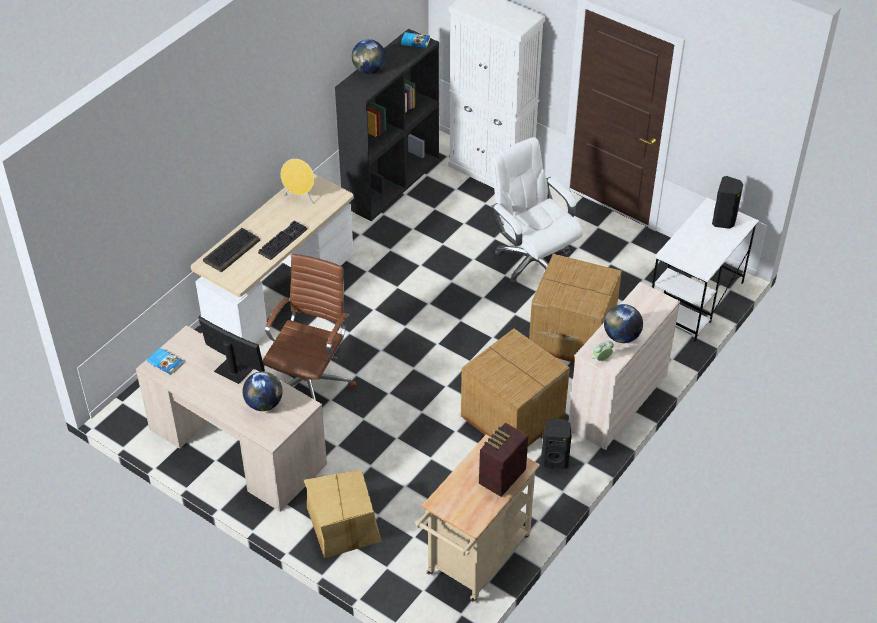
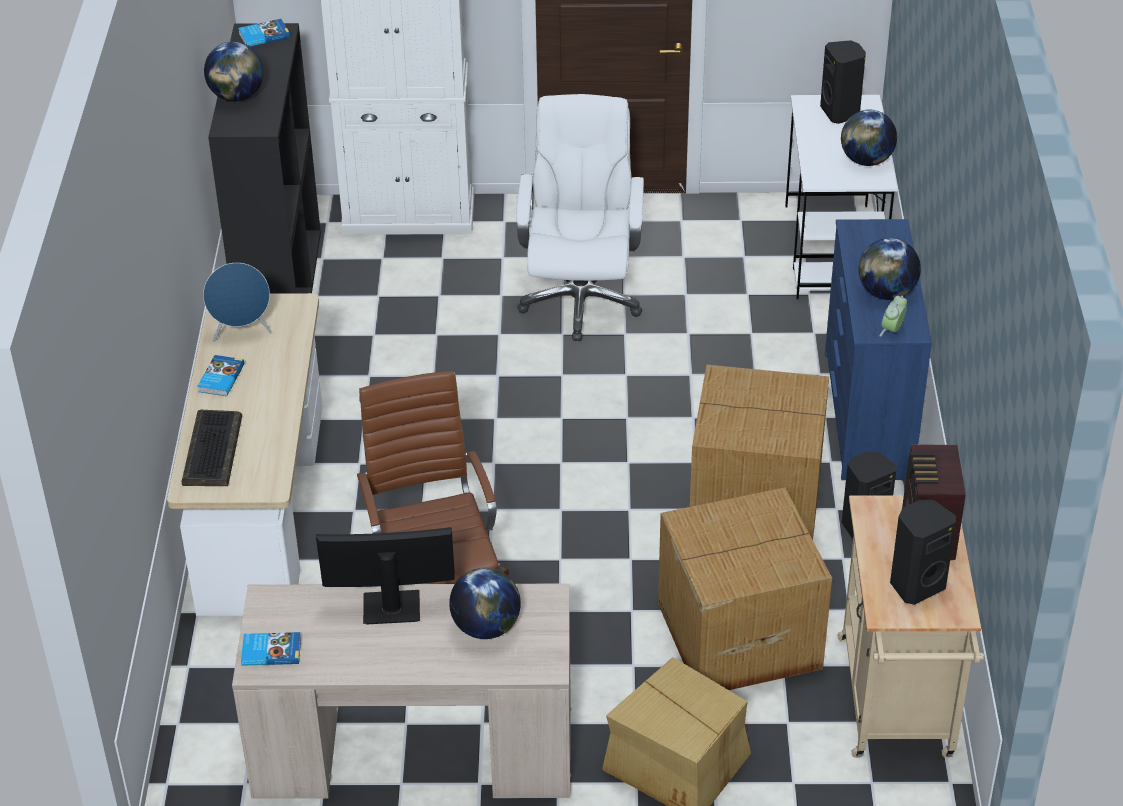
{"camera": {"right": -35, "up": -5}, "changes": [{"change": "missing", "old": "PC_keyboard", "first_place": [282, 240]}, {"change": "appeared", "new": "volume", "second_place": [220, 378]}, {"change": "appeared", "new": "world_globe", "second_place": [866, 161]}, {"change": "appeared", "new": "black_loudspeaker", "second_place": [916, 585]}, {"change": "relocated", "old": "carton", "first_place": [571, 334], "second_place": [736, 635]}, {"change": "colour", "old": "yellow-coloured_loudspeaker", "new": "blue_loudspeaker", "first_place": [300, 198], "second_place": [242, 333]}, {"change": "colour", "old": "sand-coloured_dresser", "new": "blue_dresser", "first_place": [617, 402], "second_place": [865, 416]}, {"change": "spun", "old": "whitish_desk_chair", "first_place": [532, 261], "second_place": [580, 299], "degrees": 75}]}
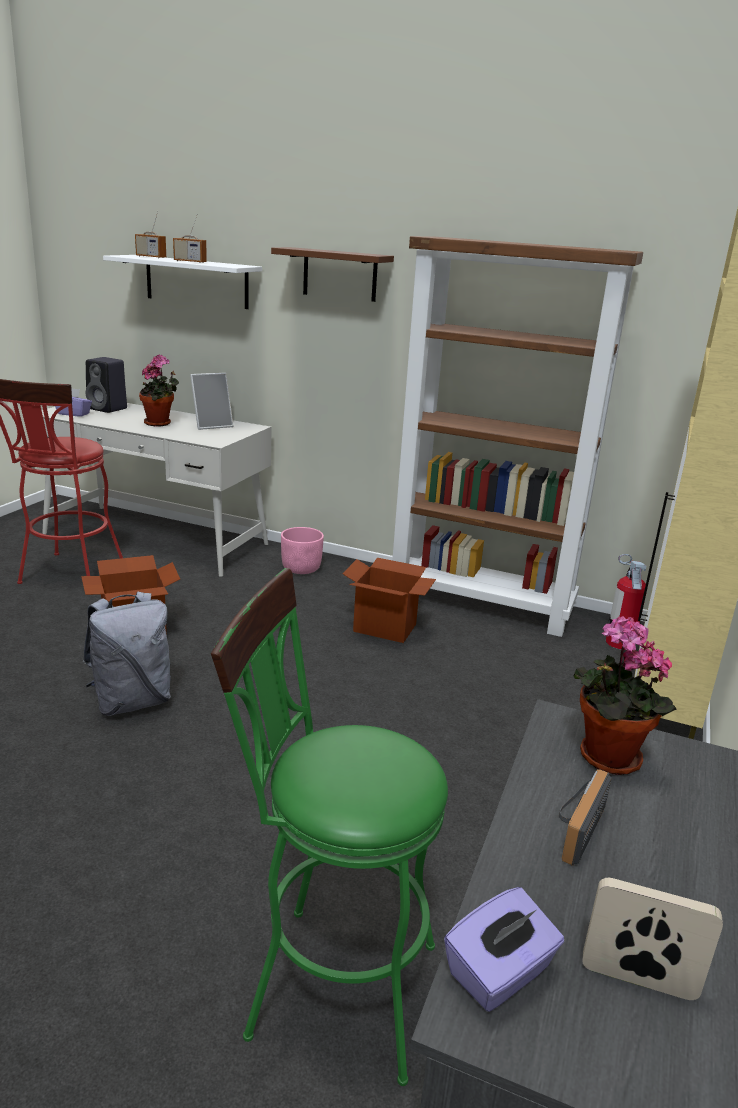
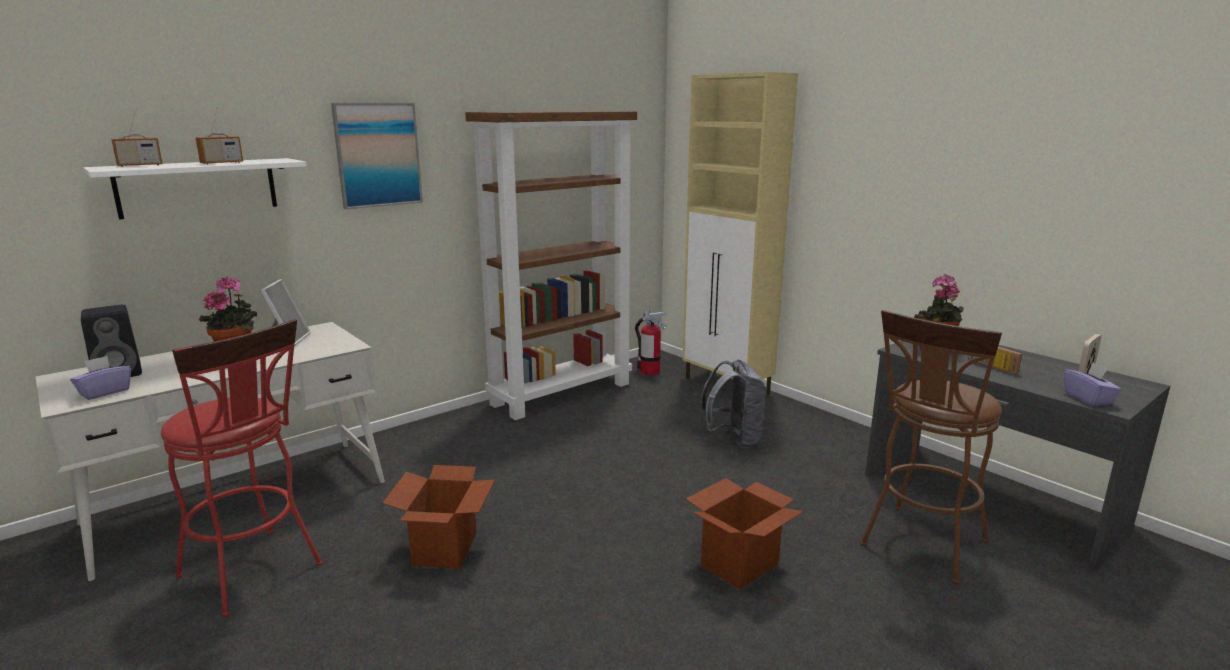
{"camera": {"right": -60, "up": -5}, "changes": [{"change": "missing", "old": "pink_planter", "first_place": [301, 568]}, {"change": "relocated", "old": "greyish_rucksack", "first_place": [132, 701], "second_place": [734, 439]}, {"change": "relocated", "old": "carton", "first_place": [385, 628], "second_place": [740, 564]}, {"change": "exchanged", "old": "brownish_shelf", "new": "picture", "first_place": [340, 274], "second_place": [378, 155]}, {"change": "colour", "old": "green_stool_seat", "new": "brownish_stool_seat", "first_place": [326, 984], "second_place": [920, 547]}]}
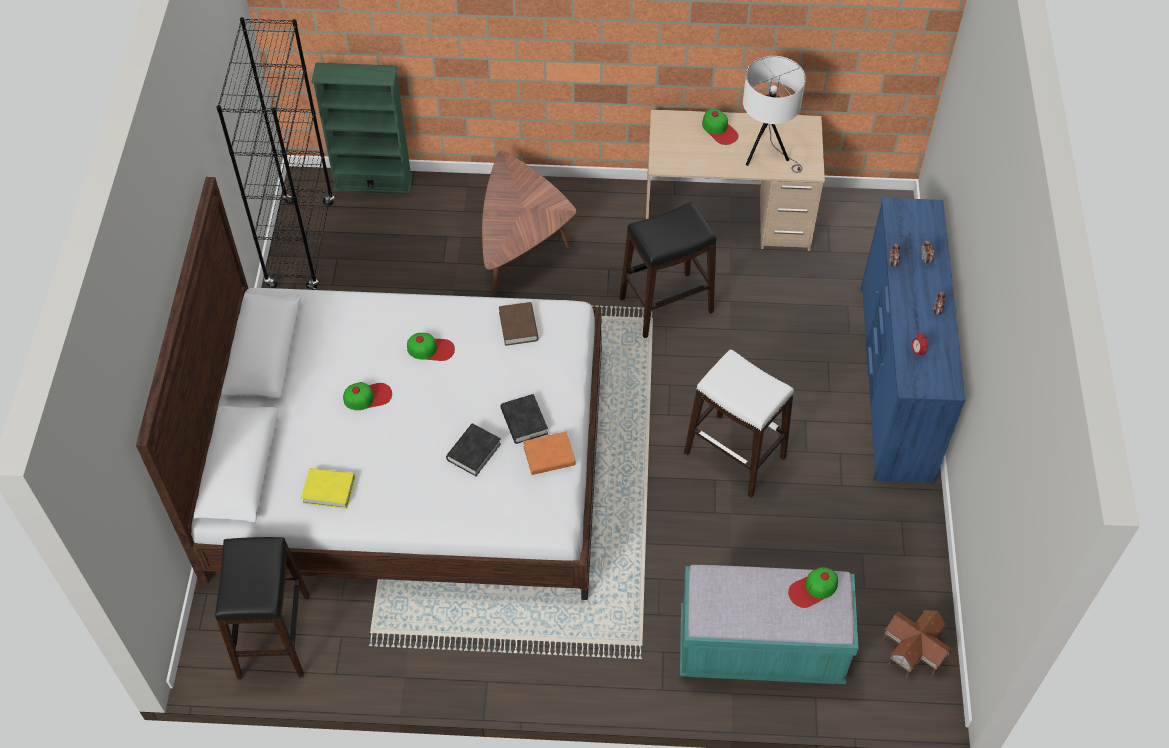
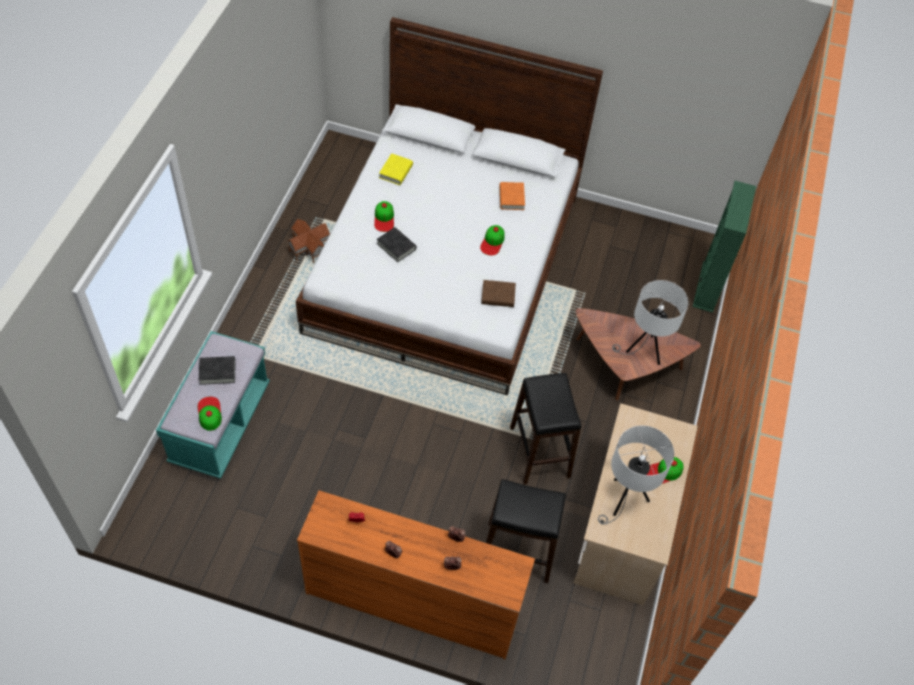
{"camera": {"right": 100, "up": 0}, "changes": [{"change": "missing", "old": "black_bookcase", "first_place": [301, 245]}, {"change": "missing", "old": "whitish_stool_seat", "first_place": [735, 455]}, {"change": "appeared", "new": "whitish_table_lamp", "second_place": [643, 351]}, {"change": "relocated", "old": "black_stool_seat", "first_place": [274, 637], "second_place": [517, 552]}, {"change": "relocated", "old": "peaked_cap", "first_place": [368, 396], "second_place": [384, 218]}, {"change": "relocated", "old": "black_volume", "first_place": [524, 421], "second_place": [217, 372]}, {"change": "relocated", "old": "orangey_volume", "first_place": [549, 456], "second_place": [511, 198]}, {"change": "relocated", "old": "model_house", "first_place": [914, 651], "second_place": [308, 248]}, {"change": "colour", "old": "blue_dresser", "new": "orangey_dresser", "first_place": [894, 383], "second_place": [412, 601]}]}
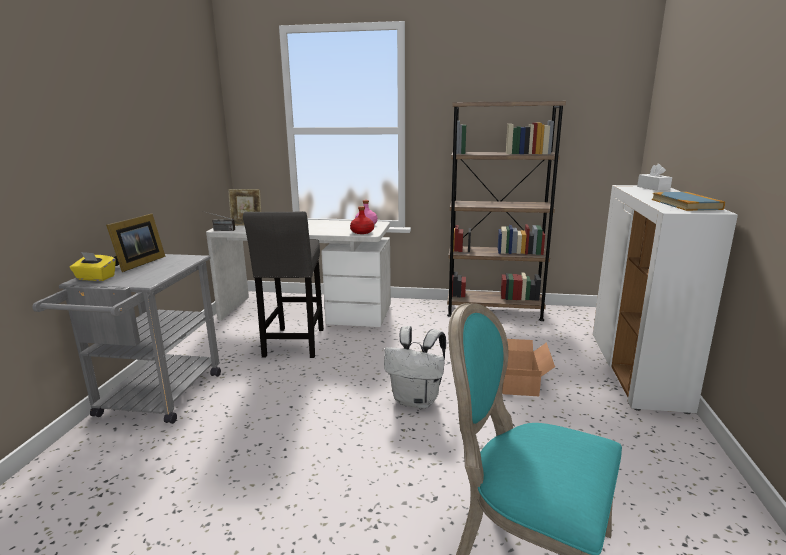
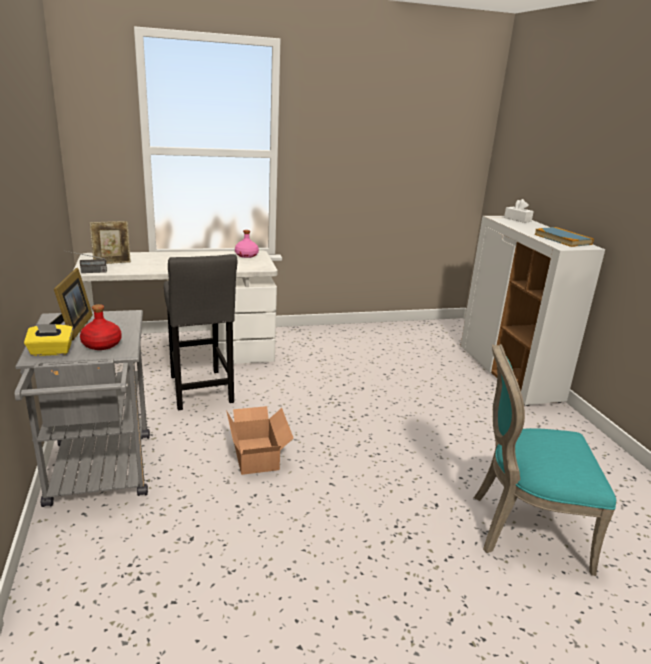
{"camera": {"right": -25, "up": 5}, "changes": [{"change": "missing", "old": "whitish_rucksack", "first_place": [417, 400]}, {"change": "missing", "old": "brownish_bookcase", "first_place": [494, 310]}, {"change": "relocated", "old": "reddish_bottle", "first_place": [362, 232], "second_place": [102, 345]}, {"change": "relocated", "old": "carton", "first_place": [520, 381], "second_place": [258, 454]}]}
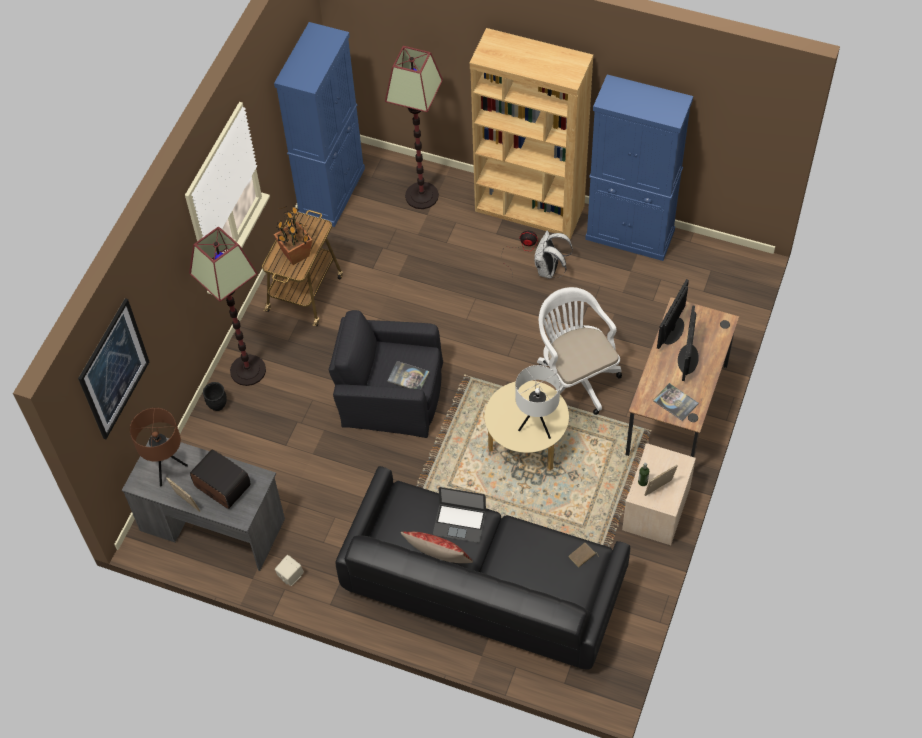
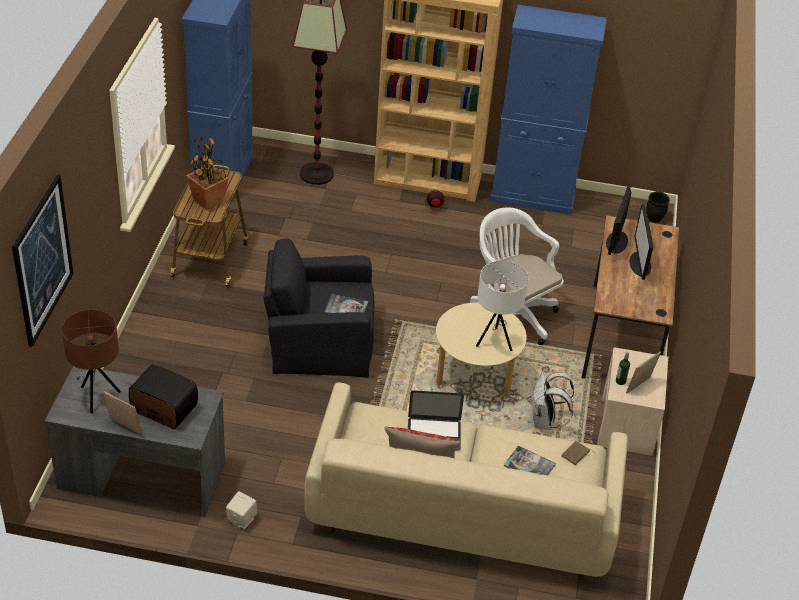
{"camera": {"right": -15, "up": -15}, "changes": [{"change": "missing", "old": "standing_lamp", "first_place": [248, 370]}, {"change": "relocated", "old": "black_planter", "first_place": [217, 405], "second_place": [653, 219]}, {"change": "relocated", "old": "whitish_rucksack", "first_place": [549, 270], "second_place": [545, 421]}, {"change": "relocated", "old": "volume", "first_place": [675, 402], "second_place": [529, 465]}, {"change": "colour", "old": "black_settee", "new": "sand-coloured_settee", "first_place": [483, 588], "second_place": [462, 512]}]}
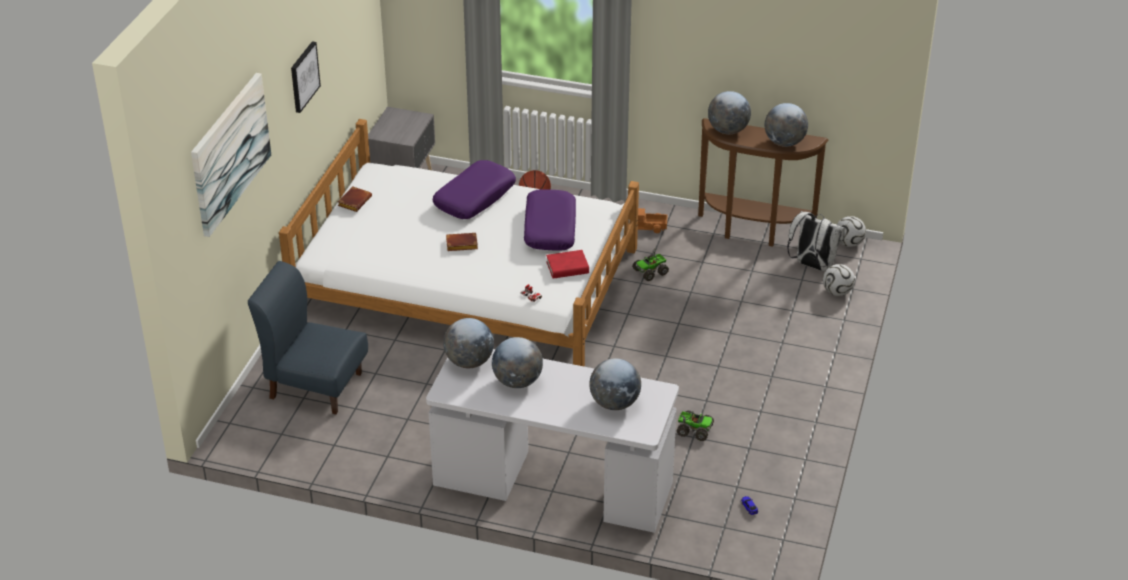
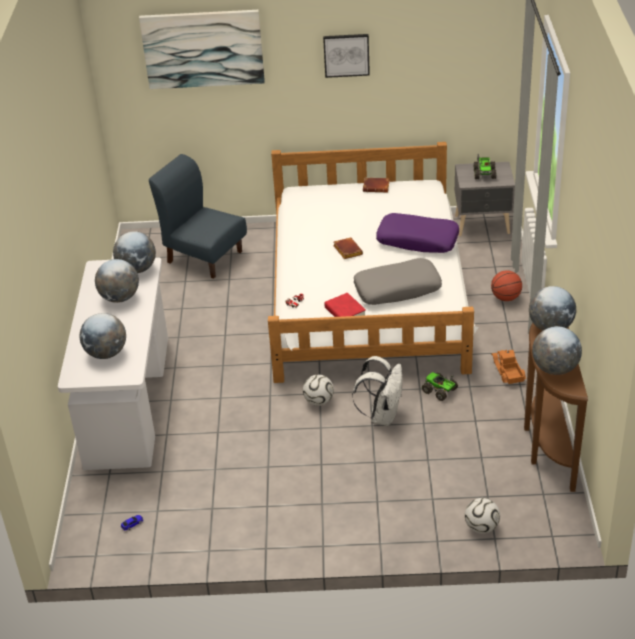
{"camera": {"right": 75, "up": 0}, "changes": [{"change": "relocated", "old": "toy_truck", "first_place": [694, 430], "second_place": [484, 174]}, {"change": "relocated", "old": "whitish_rucksack", "first_place": [812, 265], "second_place": [382, 415]}, {"change": "relocated", "old": "football_ball", "first_place": [849, 243], "second_place": [319, 401]}, {"change": "colour", "old": "purple_pillow", "new": "greyish_pillow", "first_place": [549, 228], "second_place": [397, 289]}, {"change": "spun", "old": "blue_plain_chair", "first_place": [315, 385], "second_place": [204, 256], "degrees": -60}]}
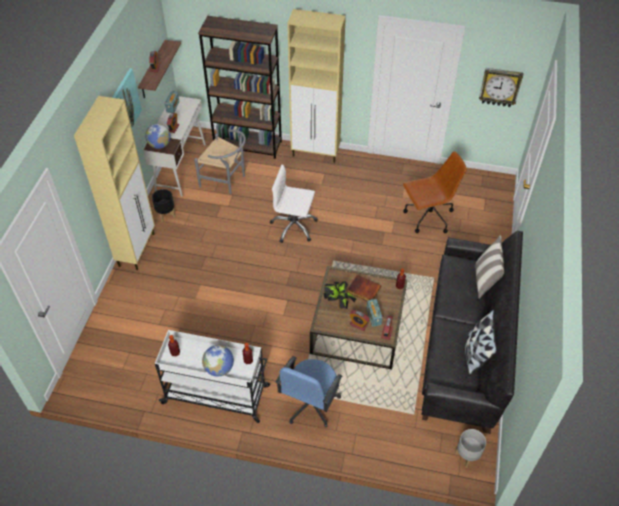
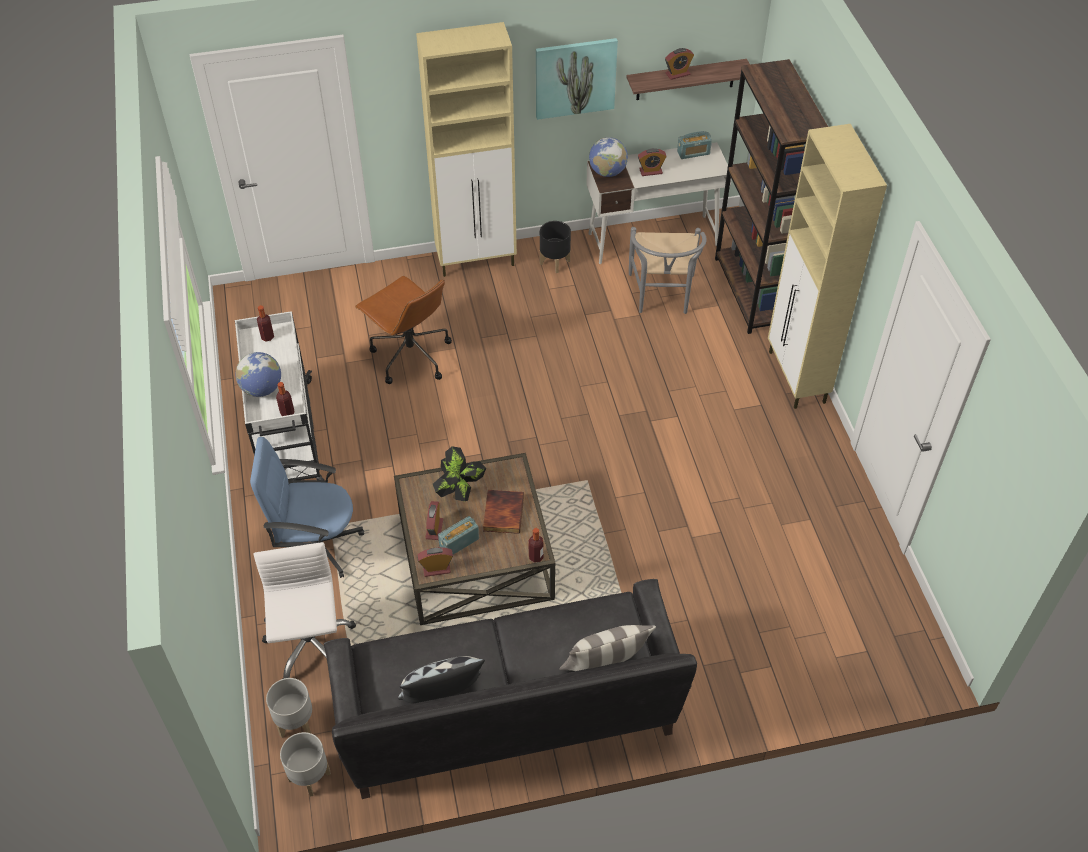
{"camera": {"right": 65, "up": 0}, "changes": [{"change": "missing", "old": "clock_on_the_wall", "first_place": [500, 87]}, {"change": "appeared", "new": "greyish_planter", "second_place": [295, 722]}, {"change": "relocated", "old": "whitish_desk_chair", "first_place": [293, 227], "second_place": [309, 645]}, {"change": "relocated", "old": "brownish_desk_chair", "first_place": [428, 217], "second_place": [410, 356]}]}
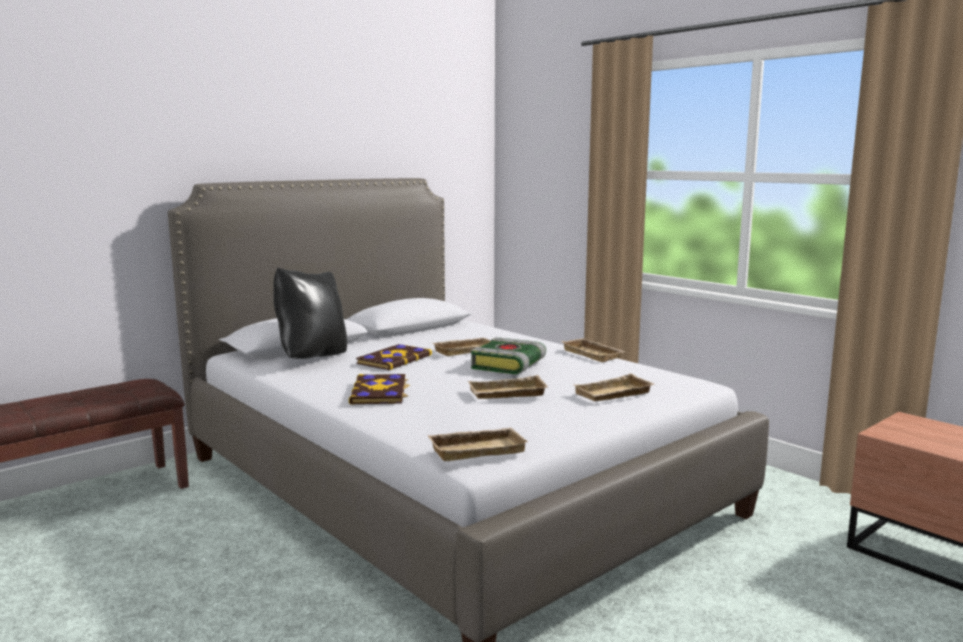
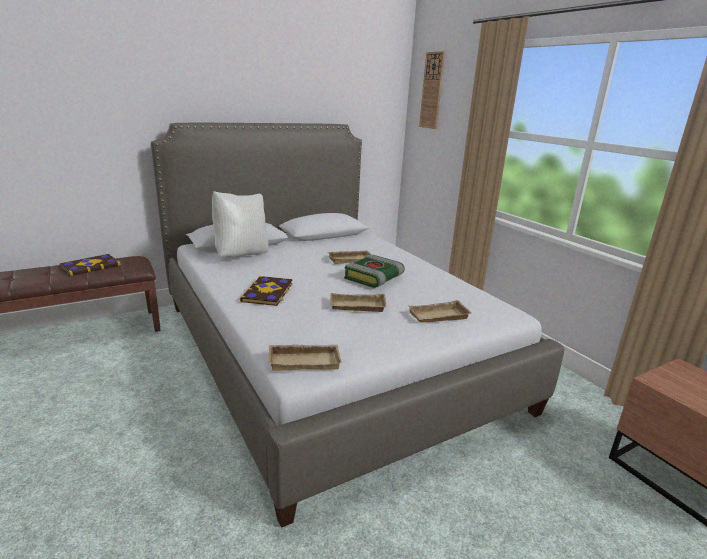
{"camera": {"right": 10, "up": 10}, "changes": [{"change": "missing", "old": "sand-coloured_serving_tray", "first_place": [594, 354]}, {"change": "appeared", "new": "clock_on_the_wall", "second_place": [432, 91]}, {"change": "relocated", "old": "volume", "first_place": [393, 359], "second_place": [90, 266]}, {"change": "colour", "old": "black_pillow", "new": "whitish_pillow", "first_place": [312, 358], "second_place": [241, 255]}]}
